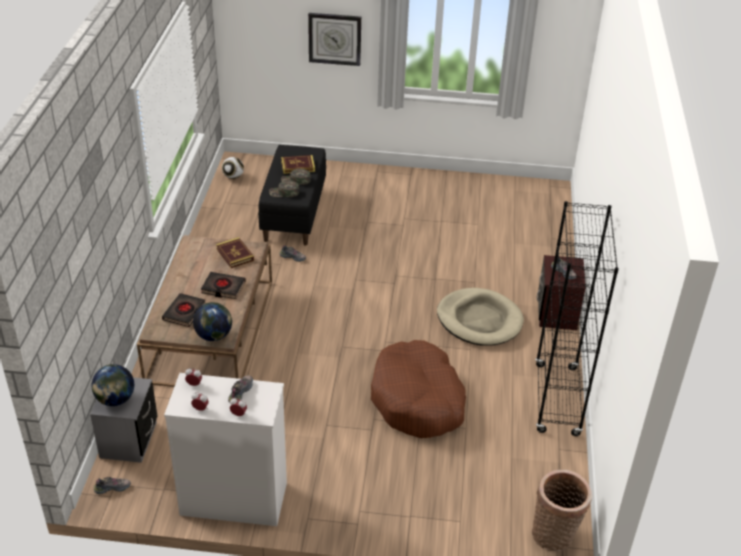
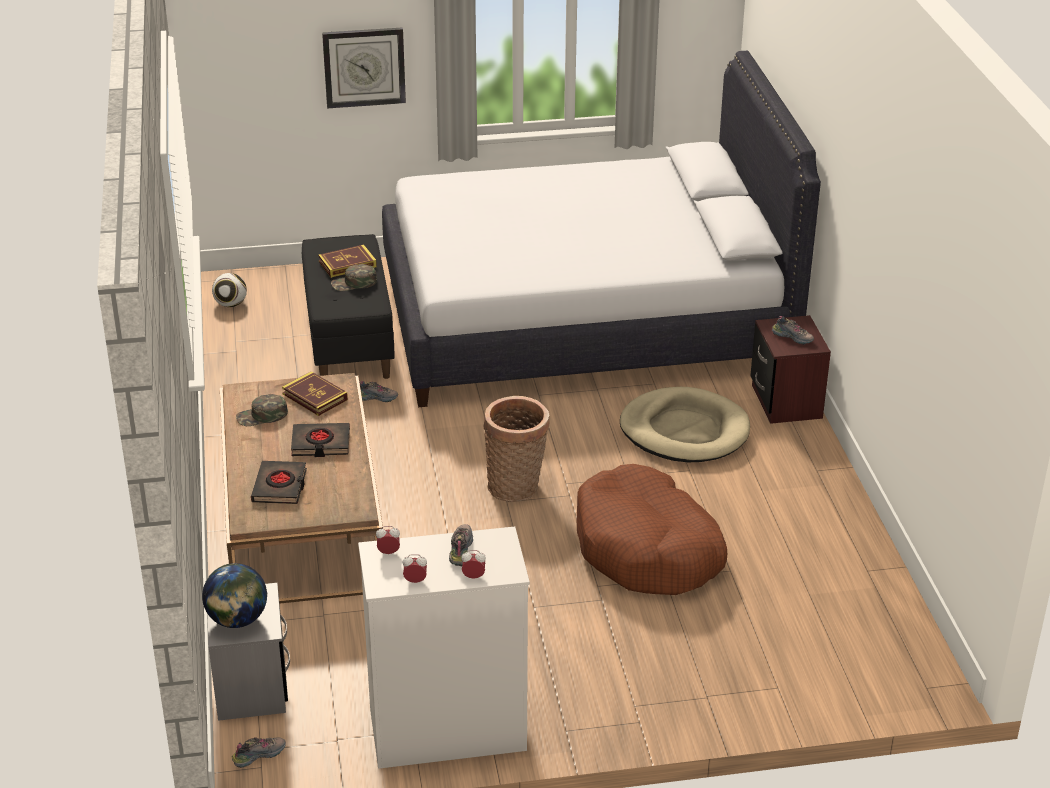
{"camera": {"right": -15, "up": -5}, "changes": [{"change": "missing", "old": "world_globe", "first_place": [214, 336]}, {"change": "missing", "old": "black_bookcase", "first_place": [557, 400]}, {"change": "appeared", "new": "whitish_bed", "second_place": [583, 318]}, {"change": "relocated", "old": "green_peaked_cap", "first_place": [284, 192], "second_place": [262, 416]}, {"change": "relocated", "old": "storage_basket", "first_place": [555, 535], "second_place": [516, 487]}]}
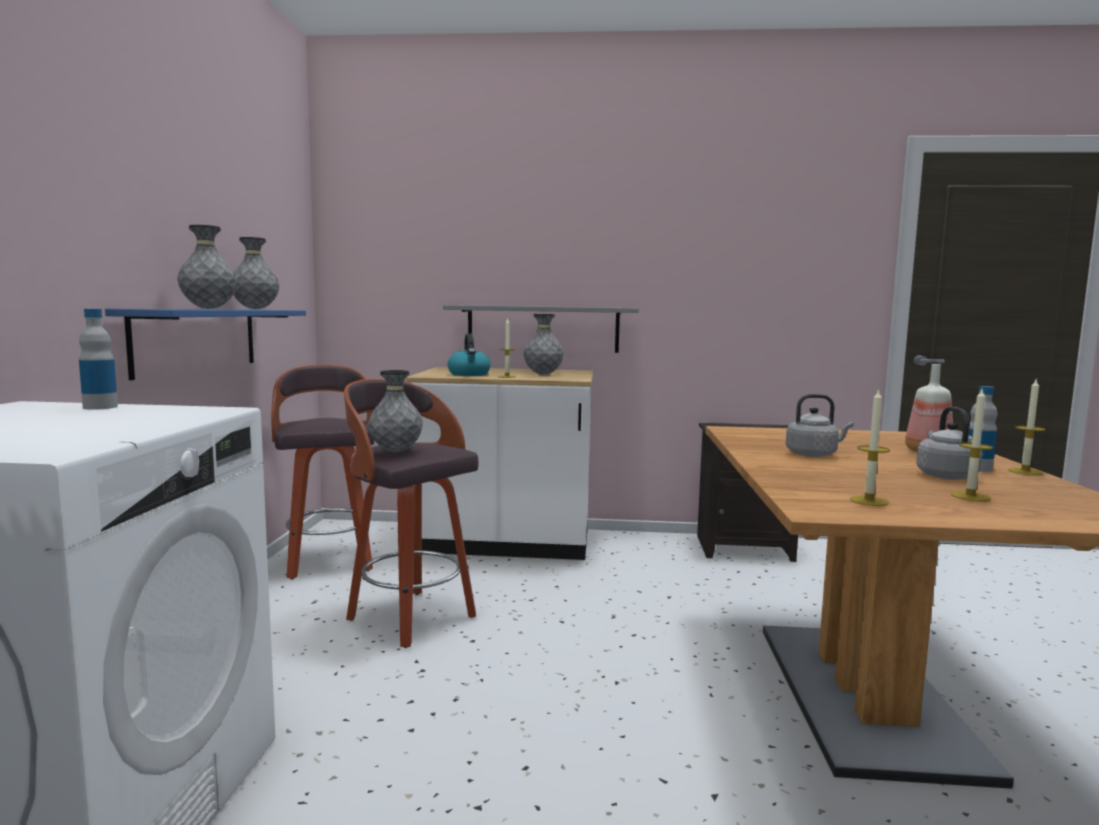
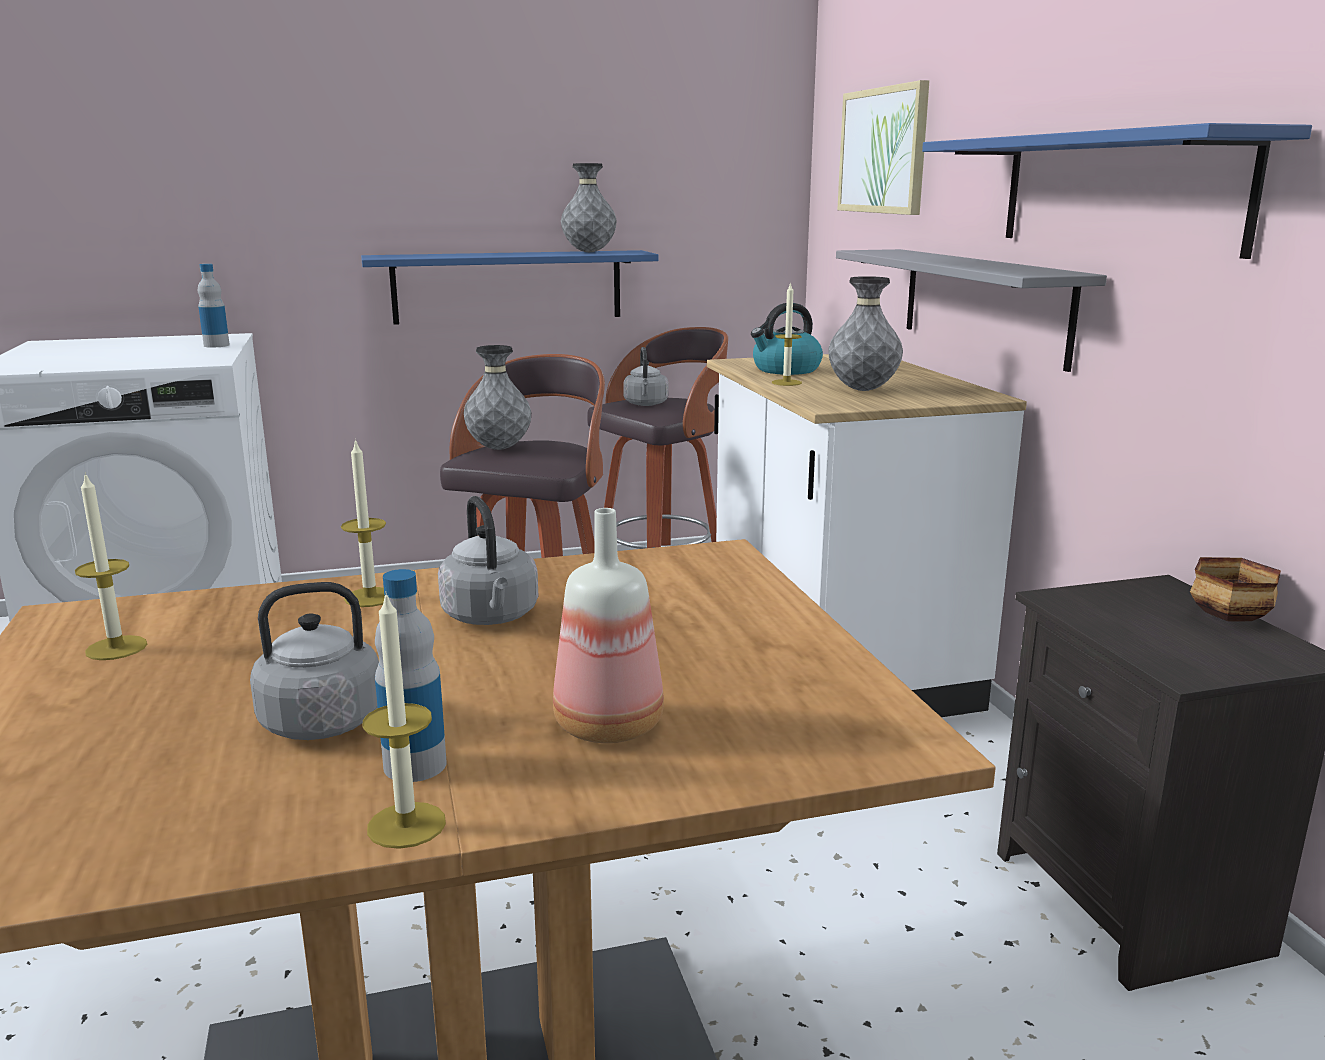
{"camera": {"right": 70, "up": 10}, "changes": [{"change": "missing", "old": "greyish_vase", "first_place": [209, 309]}, {"change": "appeared", "new": "greyish_kettle", "second_place": [646, 404]}, {"change": "appeared", "new": "picture", "second_place": [883, 151]}, {"change": "appeared", "new": "blue_shelf", "second_place": [1117, 191]}, {"change": "appeared", "new": "deep_dish", "second_place": [1231, 617]}, {"change": "relocated", "old": "wax_candle", "first_place": [970, 496], "second_place": [370, 597]}]}
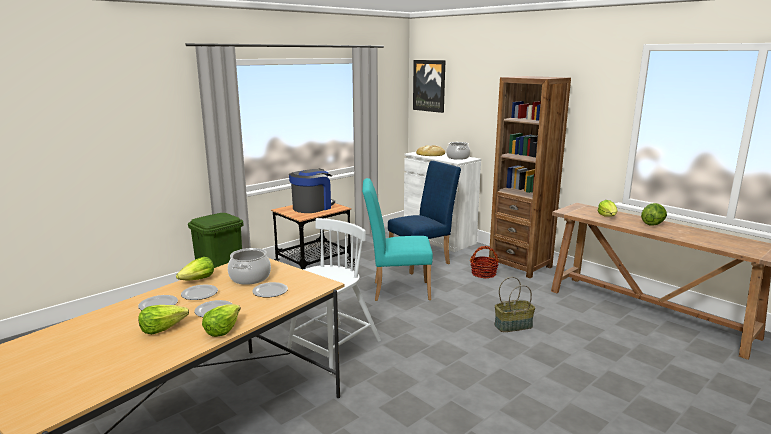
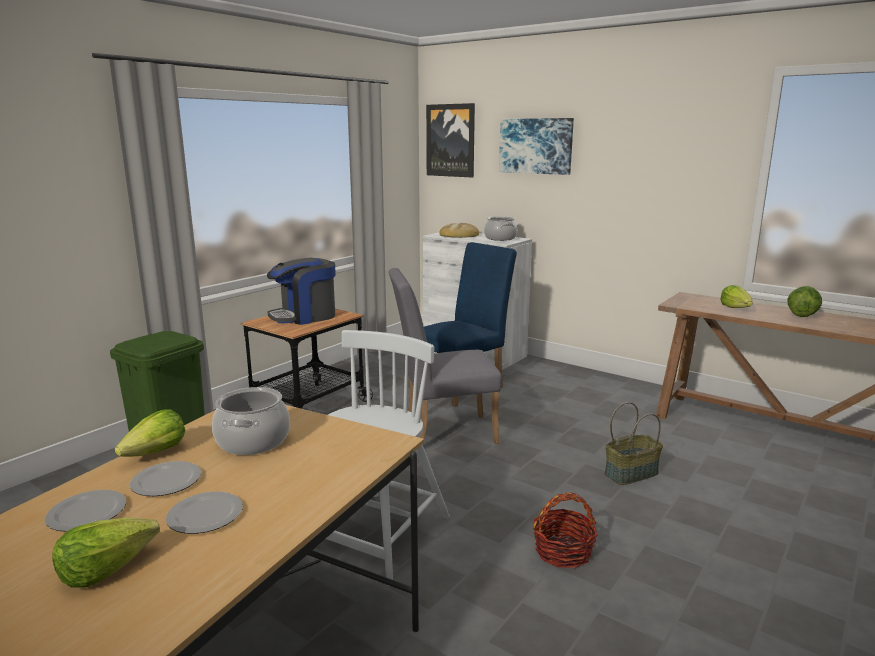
{"camera": {"right": -10, "up": 0}, "changes": [{"change": "missing", "old": "lettuce_head", "first_place": [222, 330]}, {"change": "missing", "old": "dinner_plate", "first_place": [269, 291]}, {"change": "missing", "old": "brownish_bookcase", "first_place": [520, 265]}, {"change": "appeared", "new": "picture", "second_place": [536, 146]}, {"change": "relocated", "old": "storage_basket", "first_place": [483, 274], "second_place": [563, 552]}, {"change": "colour", "old": "blue-green_plain_chair", "new": "greyish_plain_chair", "first_place": [396, 290], "second_place": [442, 432]}, {"change": "spun", "old": "coffee_brewer", "first_place": [312, 207], "second_place": [304, 316], "degrees": -150}]}
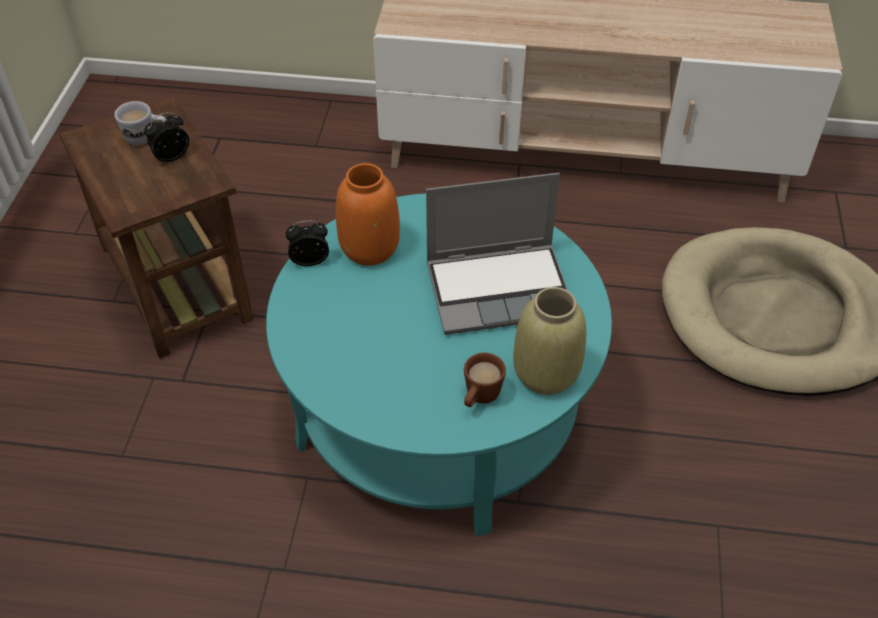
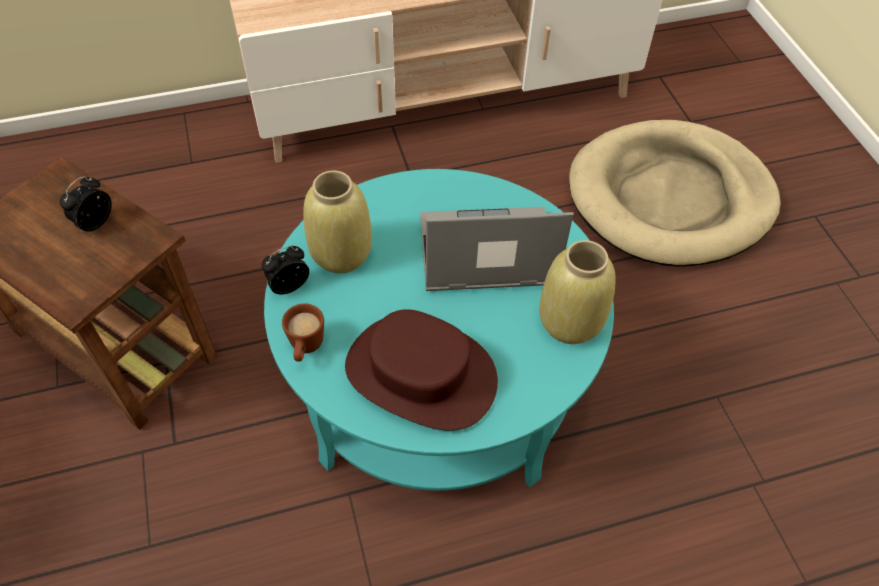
{"camera": {"right": -25, "up": 5}, "changes": [{"change": "missing", "old": "whitish_mug", "first_place": [146, 138]}, {"change": "appeared", "new": "brownish_hat", "second_place": [420, 374]}, {"change": "relocated", "old": "brownish_mug", "first_place": [479, 398], "second_place": [305, 348]}, {"change": "colour", "old": "orangey_vase", "new": "sand-coloured_vase", "first_place": [370, 248], "second_place": [342, 254]}, {"change": "spun", "old": "portable_computer", "first_place": [500, 289], "second_place": [485, 254], "degrees": -150}]}
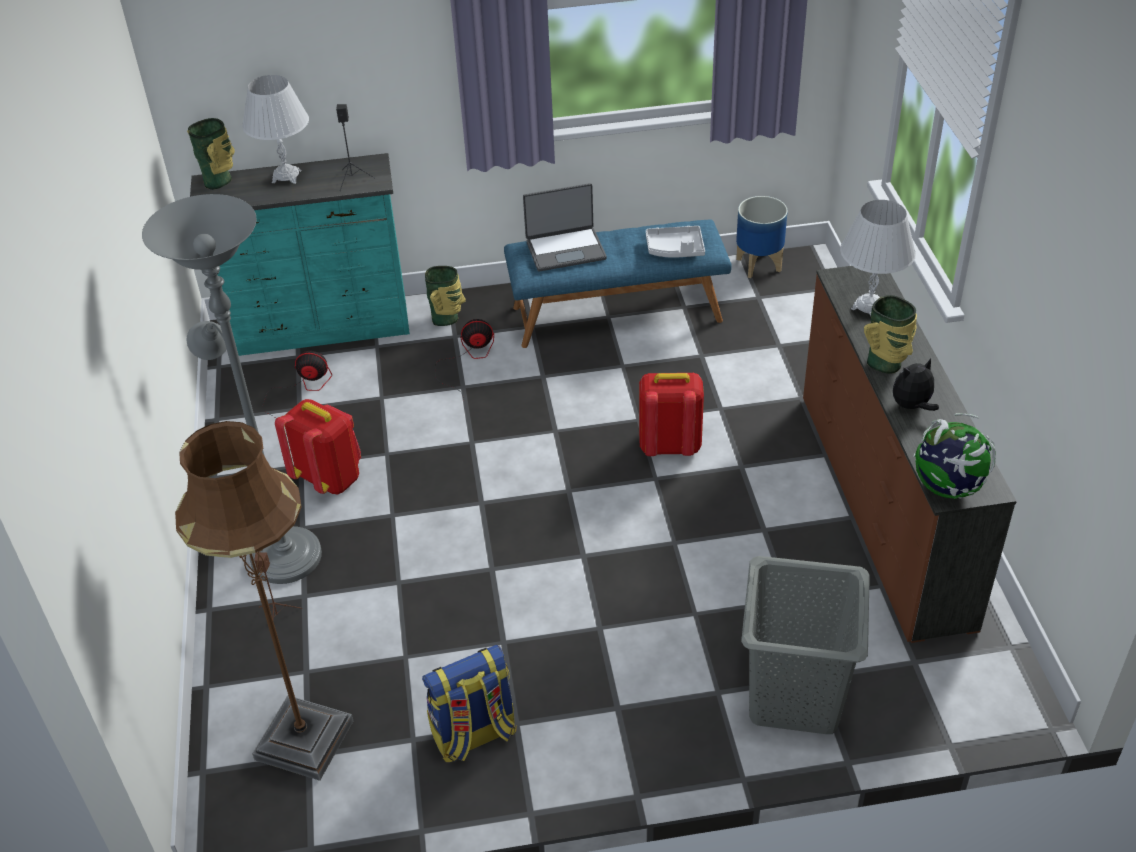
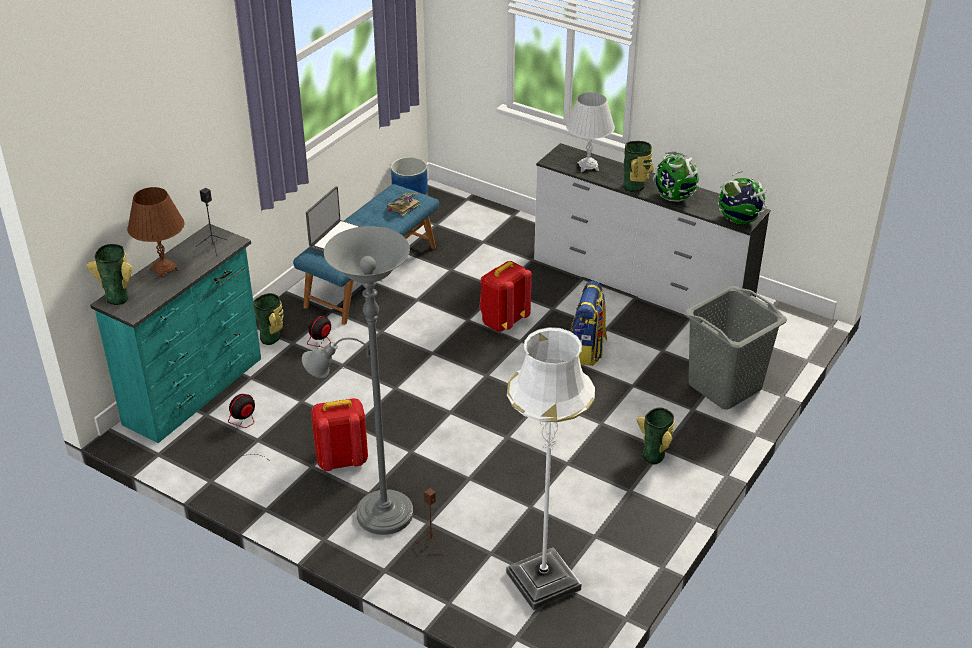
{"camera": {"right": -50, "up": -5}, "changes": [{"change": "appeared", "new": "vase", "second_place": [655, 455]}, {"change": "relocated", "old": "rucksack", "first_place": [474, 735], "second_place": [587, 350]}, {"change": "exchanged", "old": "greyish_serving_tray", "new": "volume", "first_place": [675, 249], "second_place": [403, 207]}, {"change": "exchanged", "old": "plush_toy", "new": "world_globe", "first_place": [912, 406], "second_place": [674, 197]}, {"change": "colour", "old": "brownish_standing_lamp", "new": "whitish_standing_lamp", "first_place": [304, 740], "second_place": [543, 581]}, {"change": "colour", "old": "whitish_table_lamp", "new": "brownish_table_lamp", "first_place": [286, 176], "second_place": [164, 269]}, {"change": "colour", "old": "brownish_dresser", "new": "whitish_dresser", "first_place": [882, 506], "second_place": [641, 284]}]}
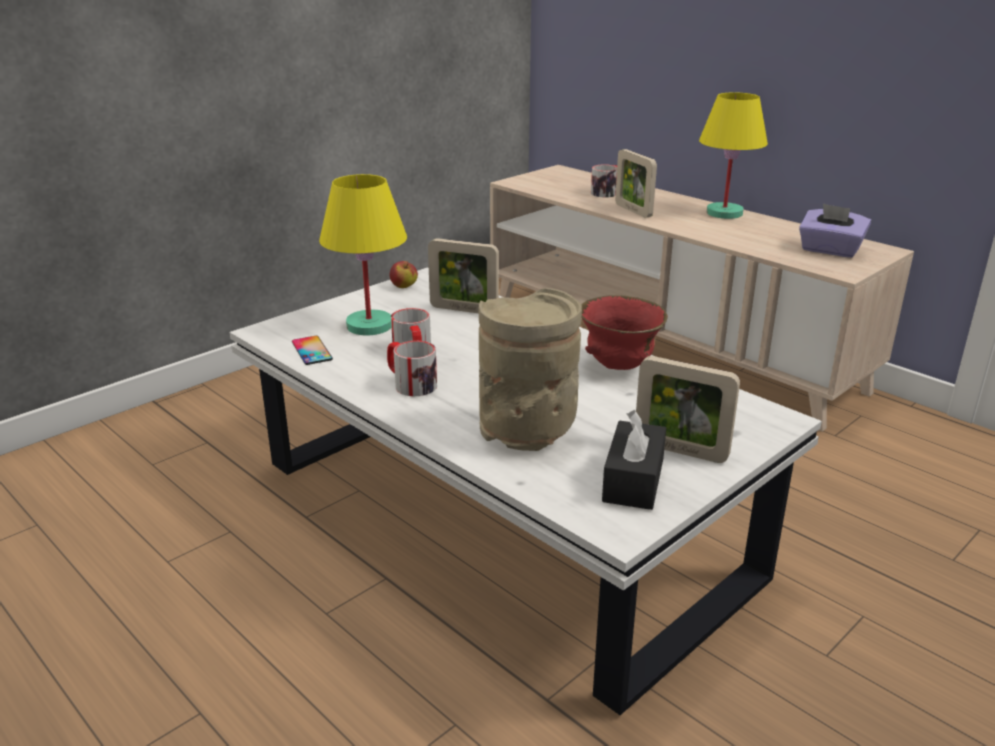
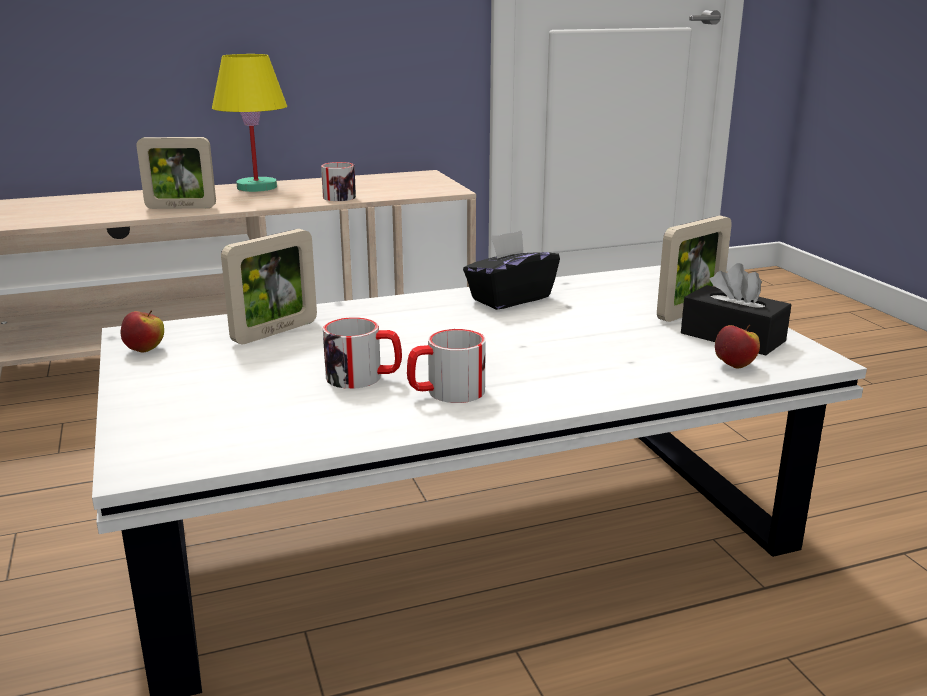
{"camera": {"right": -65, "up": -5}, "changes": [{"change": "missing", "old": "handset", "first_place": [312, 350]}, {"change": "missing", "old": "yellow-coloured_table_lamp", "first_place": [370, 325]}, {"change": "missing", "old": "sand-coloured_vase", "first_place": [527, 433]}, {"change": "missing", "old": "purple_tissue_box", "first_place": [830, 250]}, {"change": "appeared", "new": "apple", "second_place": [734, 365]}, {"change": "relocated", "old": "mug", "first_place": [606, 192], "second_place": [337, 196]}, {"change": "exchanged", "old": "reddish_deep_dish", "new": "black_tissue_box", "first_place": [618, 367], "second_place": [510, 298]}]}
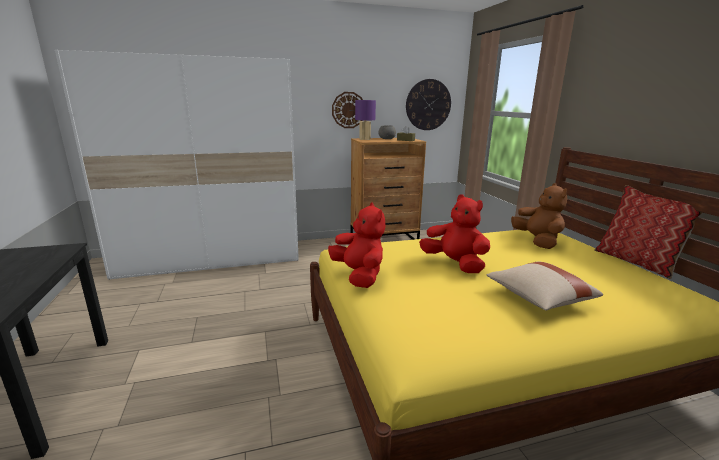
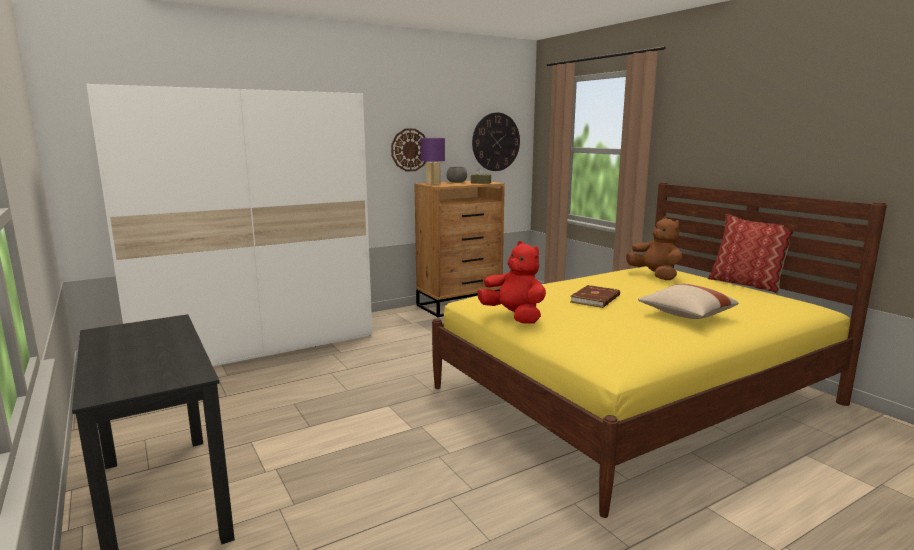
{"camera": {"right": -15, "up": -5}, "changes": [{"change": "exchanged", "old": "reddish_plush_toy", "new": "brownish_volume", "first_place": [454, 264], "second_place": [596, 299]}]}
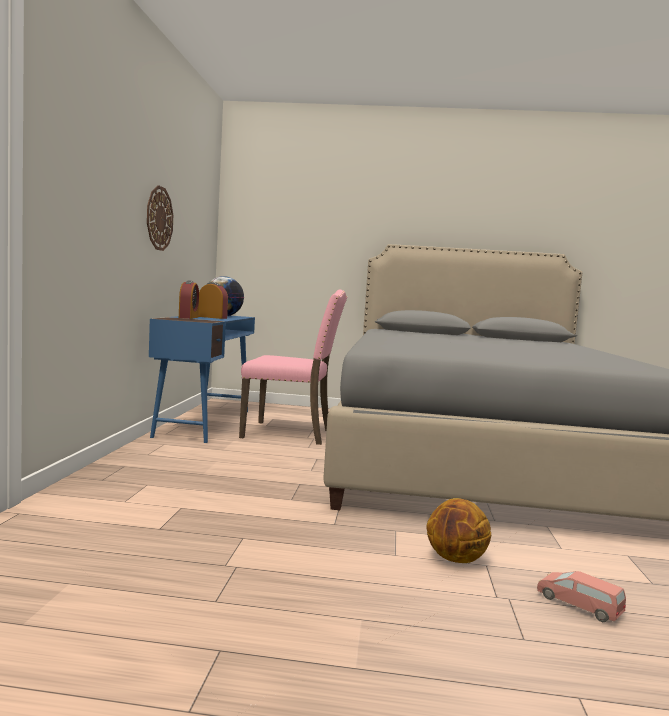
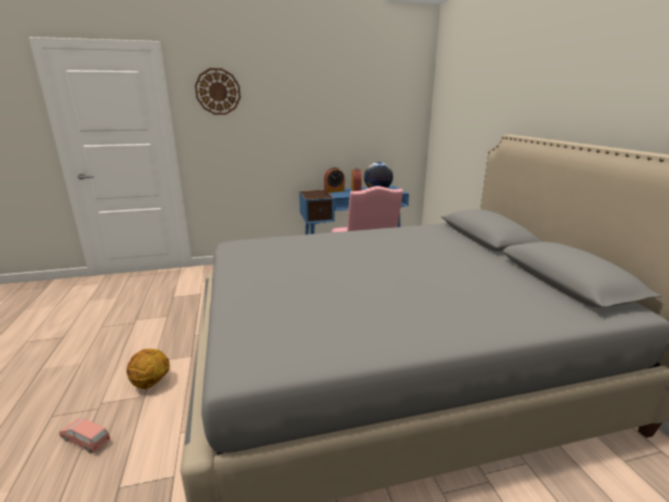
{"camera": {"right": 70, "up": 15}, "changes": [{"change": "relocated", "old": "clock_on_the_wall", "first_place": [159, 218], "second_place": [218, 91]}, {"change": "spun", "old": "pink_model_car", "first_place": [579, 605], "second_place": [86, 440], "degrees": -90}]}
